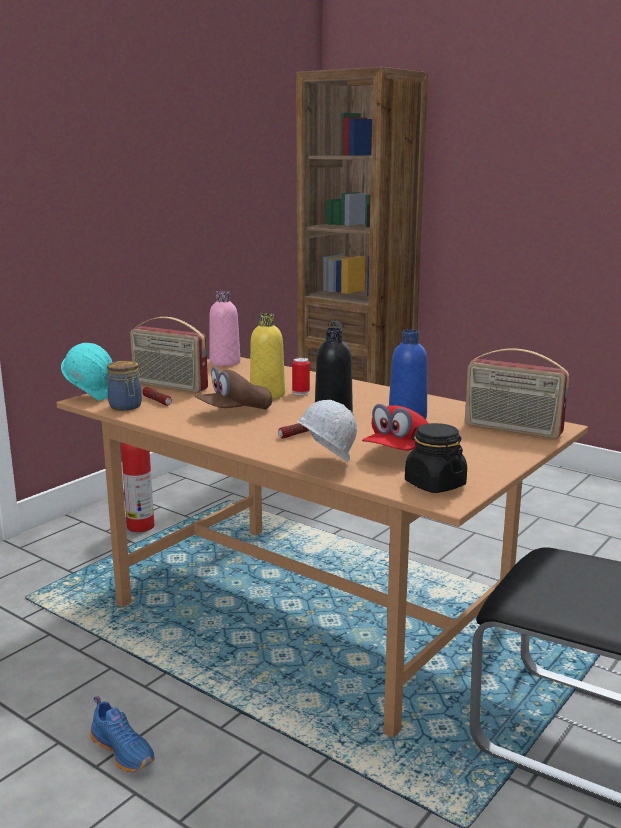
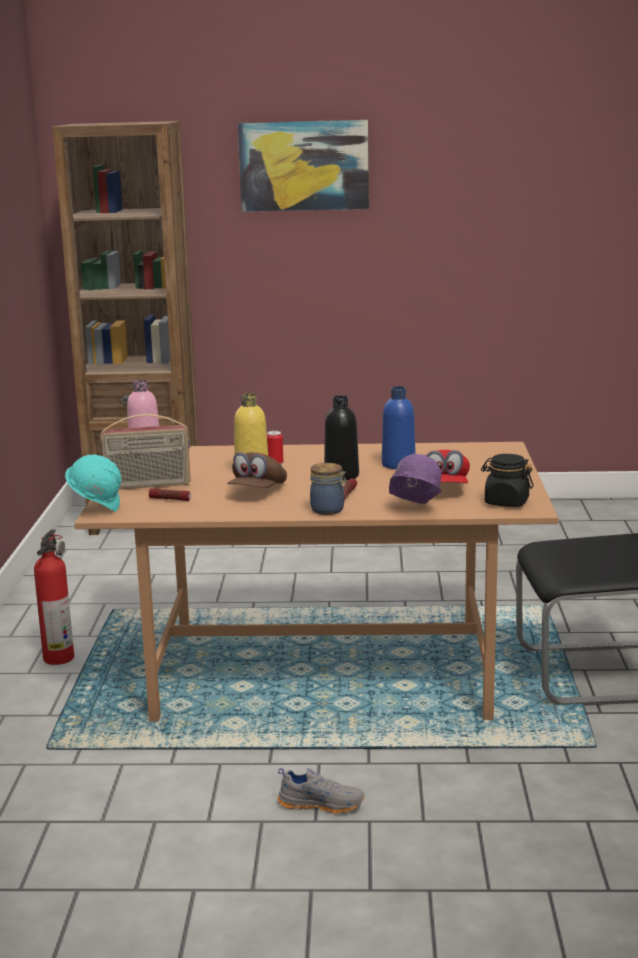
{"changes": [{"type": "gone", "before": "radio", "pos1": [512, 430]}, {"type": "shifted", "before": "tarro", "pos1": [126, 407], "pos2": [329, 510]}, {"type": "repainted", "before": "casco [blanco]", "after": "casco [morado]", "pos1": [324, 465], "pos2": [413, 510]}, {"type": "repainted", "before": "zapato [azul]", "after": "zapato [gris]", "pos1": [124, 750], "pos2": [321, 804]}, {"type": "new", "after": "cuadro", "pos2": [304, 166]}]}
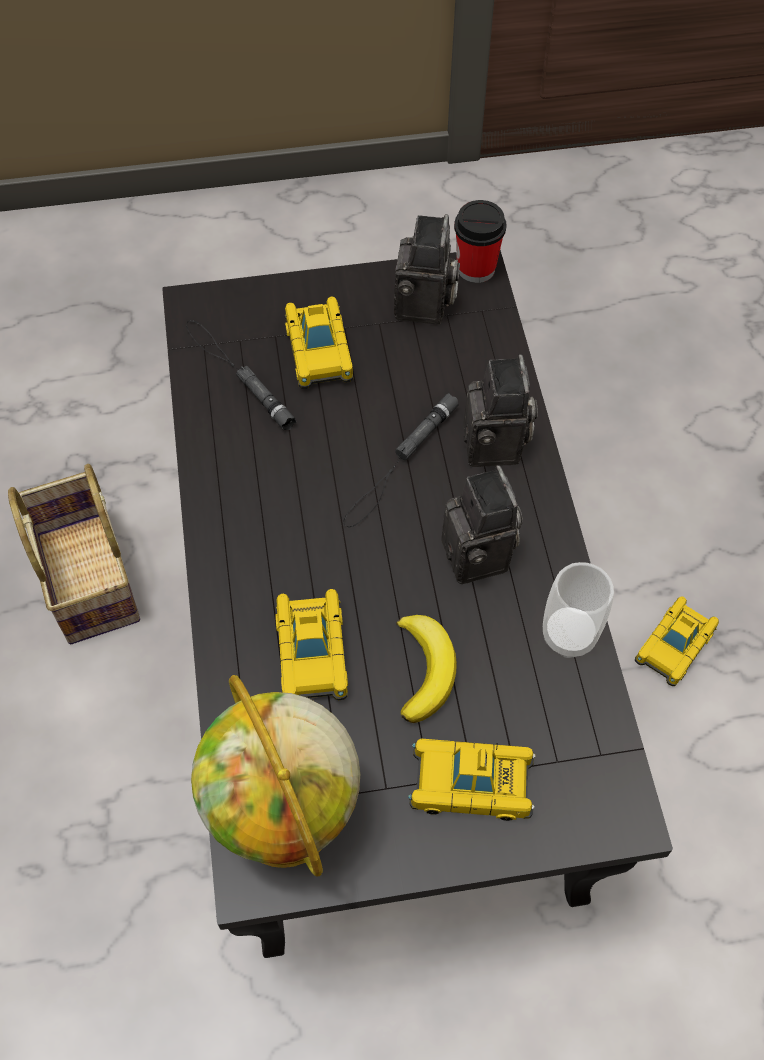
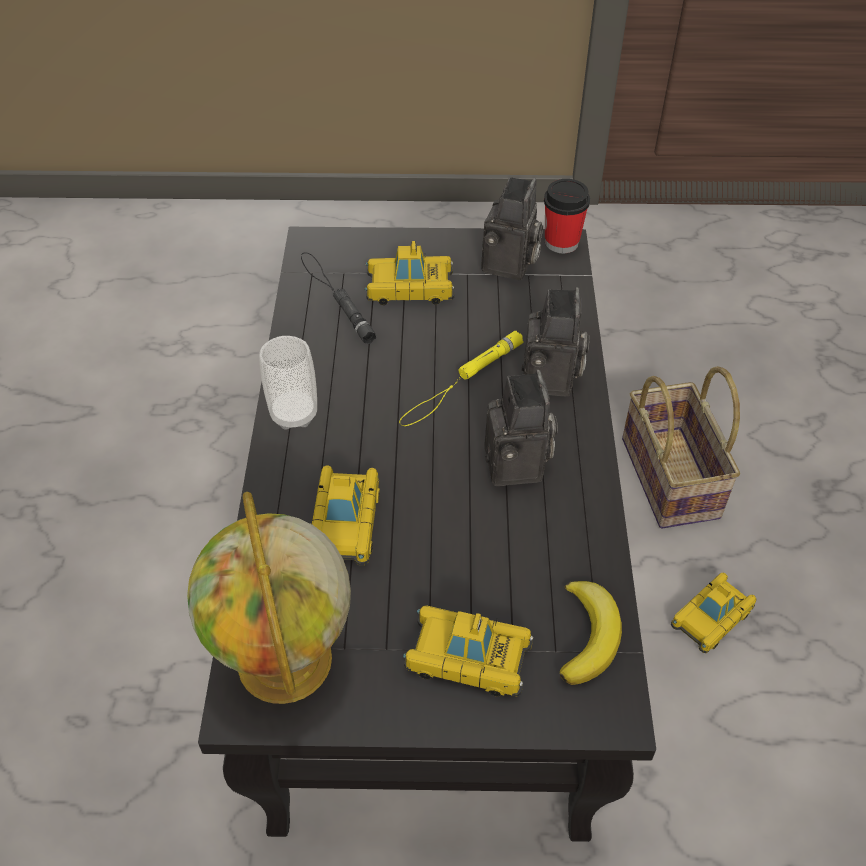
{"changes": [{"type": "rotated", "before": "coche de juguete", "pos1": [319, 351], "pos2": [409, 288], "turn": 90}, {"type": "repainted", "before": "linterna [negro]", "after": "linterna [amarillo]", "pos1": [400, 464], "pos2": [461, 382]}, {"type": "shifted", "before": "cesta", "pos1": [92, 580], "pos2": [673, 479]}, {"type": "shifted", "before": "taza", "pos1": [569, 635], "pos2": [294, 414]}, {"type": "shifted", "before": "plátano", "pos1": [425, 669], "pos2": [588, 635]}]}
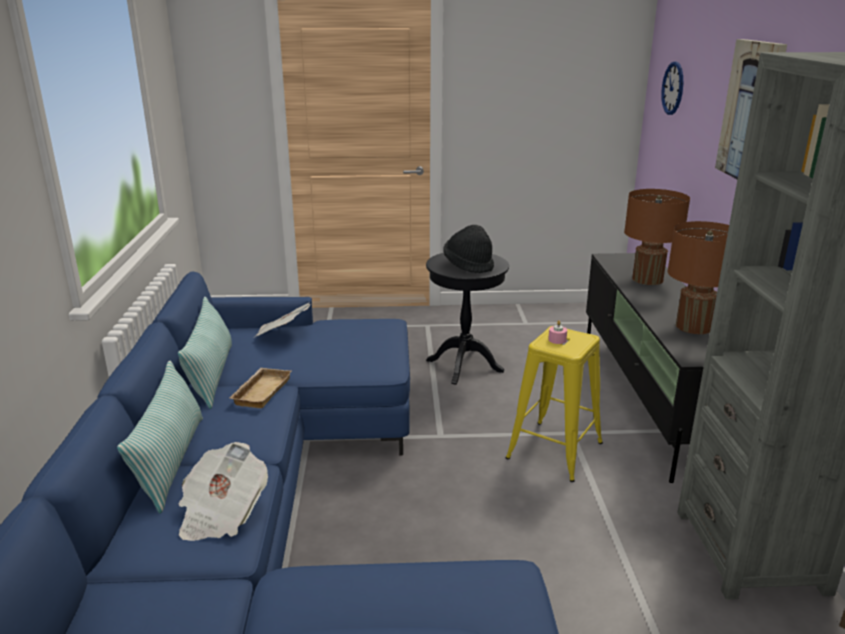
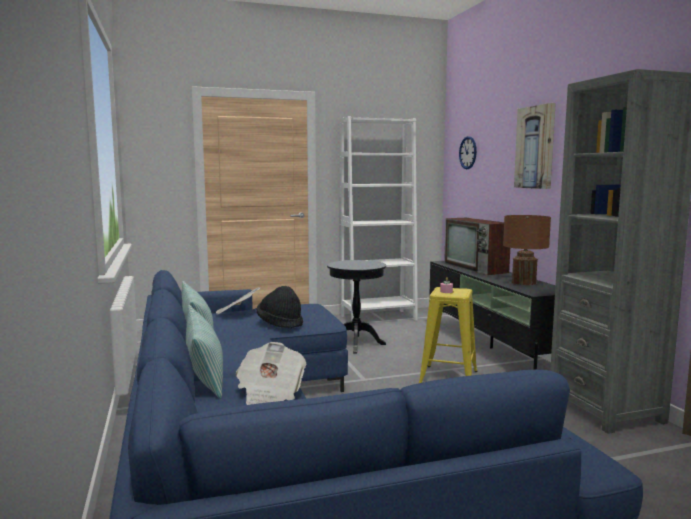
{"changes": [{"type": "swapped", "before": "lámpara de mesa [marrón]", "after": "televisor", "pos1": [647, 279], "pos2": [476, 268]}, {"type": "shifted", "before": "sombrero [negro]", "pos1": [468, 265], "pos2": [280, 323]}, {"type": "gone", "before": "bandeja [beis]", "pos1": [260, 391]}, {"type": "new", "after": "estantería [blanco]", "pos2": [378, 318]}]}
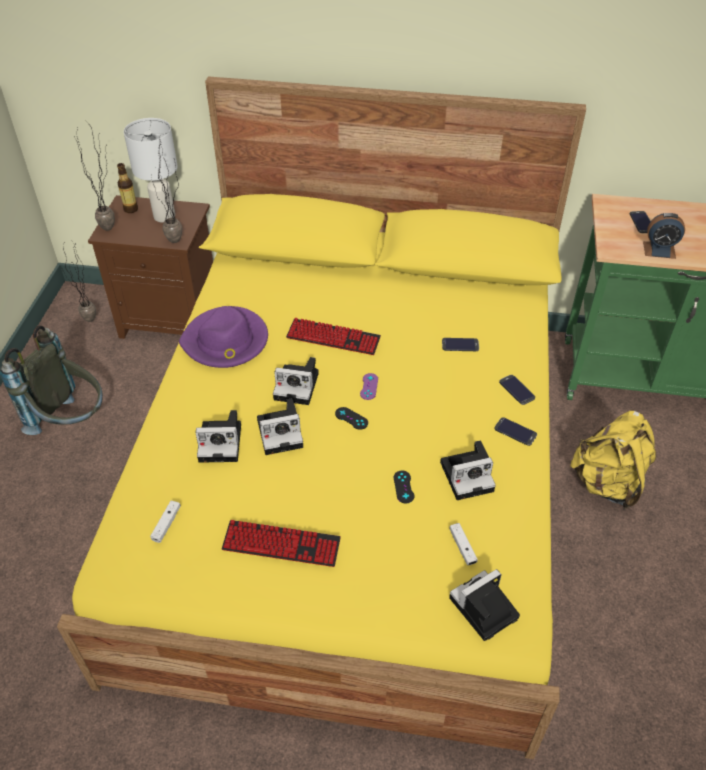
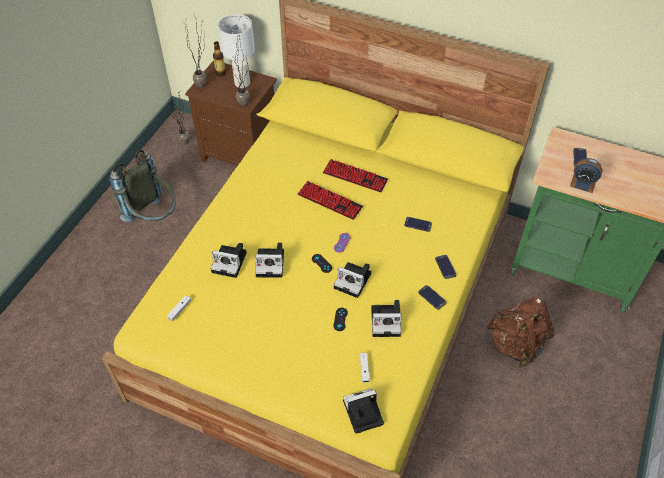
{"changes": [{"type": "gone", "before": "sombrero [morado]", "pos1": [226, 341]}, {"type": "shifted", "before": "cámara", "pos1": [298, 386], "pos2": [354, 281]}, {"type": "repainted", "before": "mochila [amarillo]", "after": "mochila [marrón]", "pos1": [607, 483], "pos2": [515, 344]}, {"type": "shifted", "before": "teclado", "pos1": [281, 544], "pos2": [355, 176]}]}
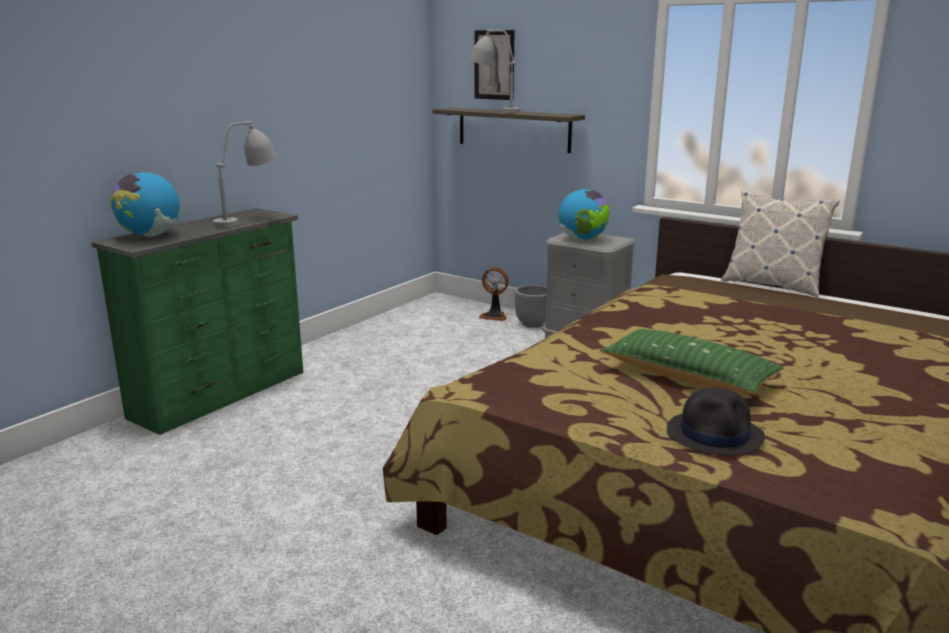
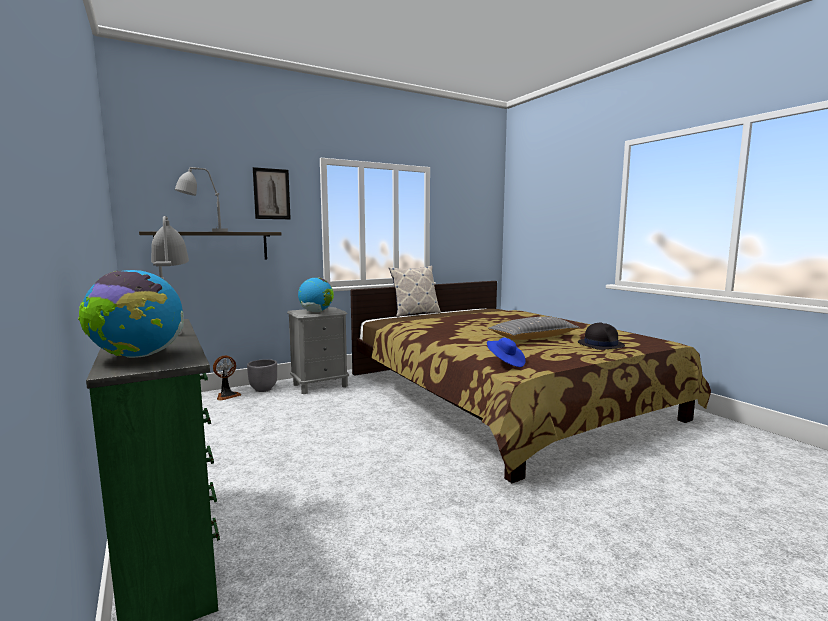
{"changes": [{"type": "shifted", "before": "cuadro", "pos1": [494, 65], "pos2": [271, 194]}, {"type": "repainted", "before": "cojín [verde]", "after": "cojín [gris]", "pos1": [687, 377], "pos2": [533, 337]}, {"type": "new", "after": "sombrero [azul]", "pos2": [505, 362]}]}
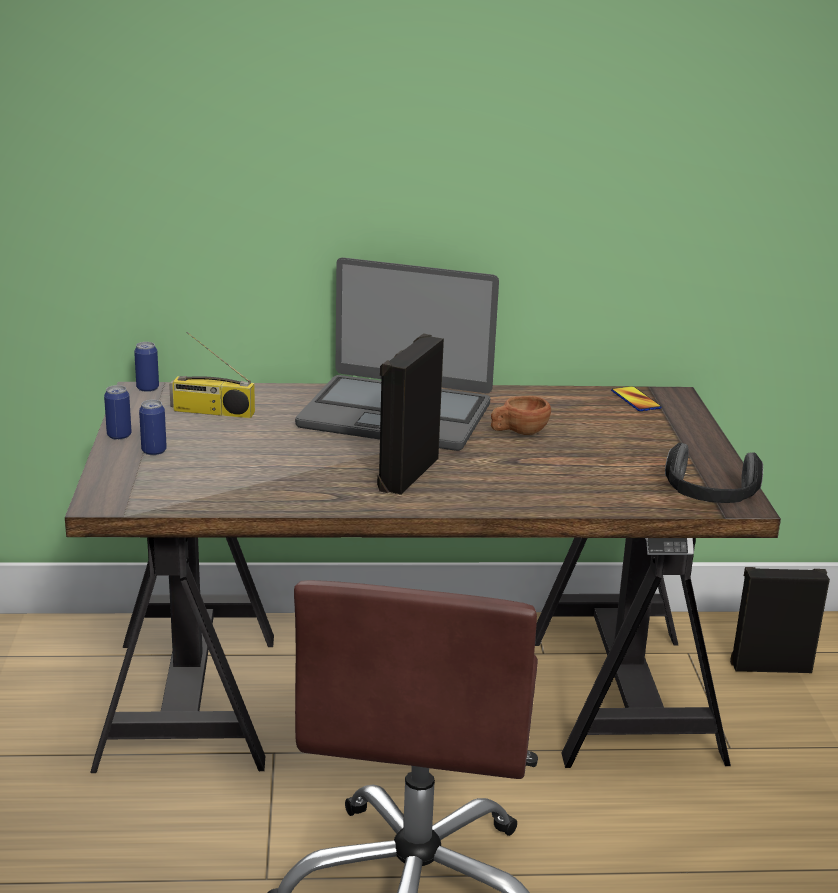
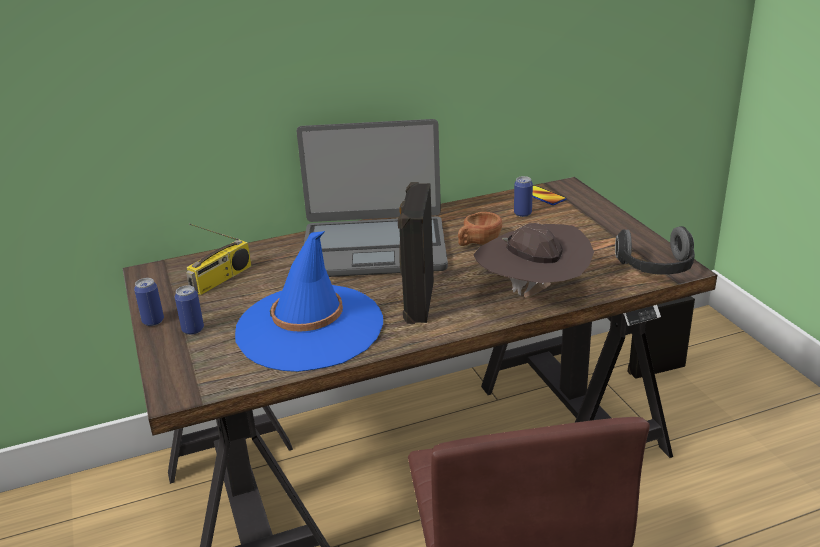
{"changes": [{"type": "rotated", "before": "radio", "pos1": [211, 412], "pos2": [221, 279], "turn": -45}, {"type": "shifted", "before": "lata", "pos1": [147, 388], "pos2": [522, 213]}, {"type": "new", "after": "sombrero [marrón]", "pos2": [532, 294]}, {"type": "new", "after": "sombrero [azul]", "pos2": [309, 328]}]}
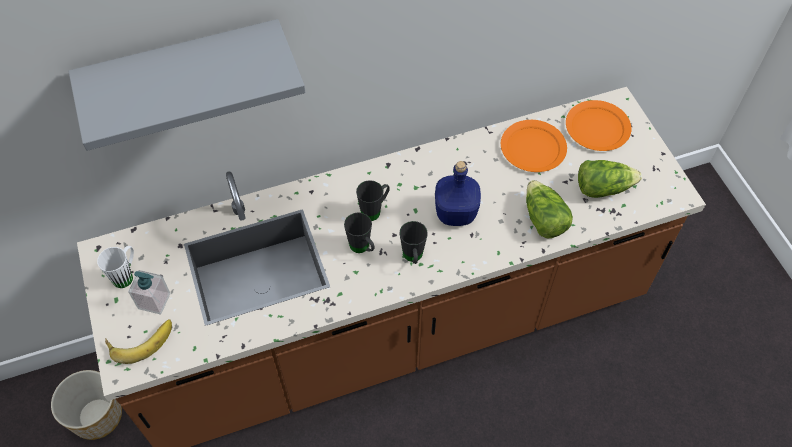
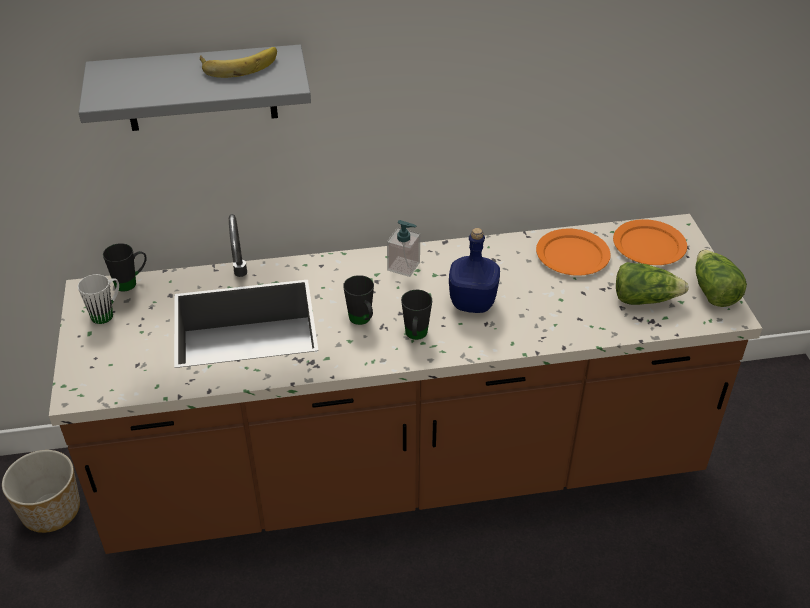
{"changes": [{"type": "shifted", "before": "taza grande [negro]", "pos1": [375, 210], "pos2": [131, 282]}, {"type": "shifted", "before": "lechuga", "pos1": [543, 219], "pos2": [713, 291]}, {"type": "shifted", "before": "dispensador de jabón", "pos1": [154, 301], "pos2": [404, 266]}, {"type": "shifted", "before": "plátano", "pos1": [140, 339], "pos2": [239, 64]}]}
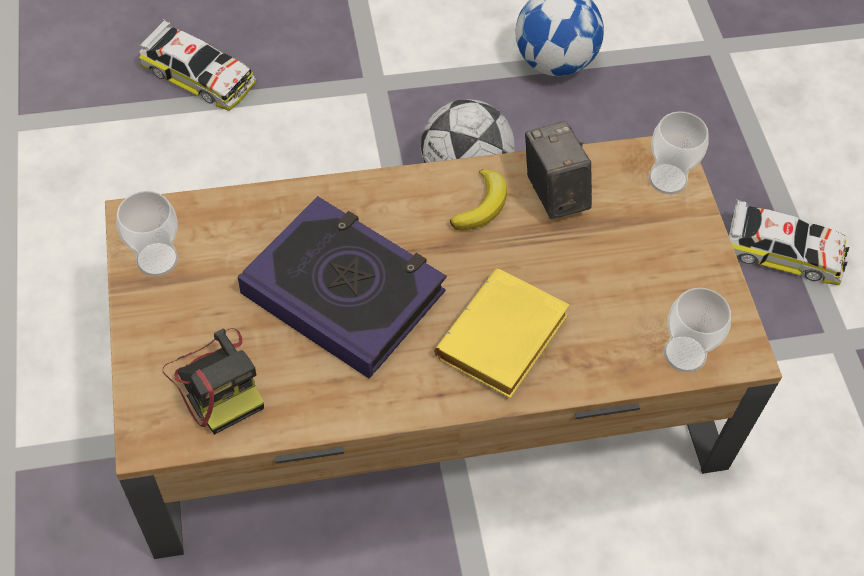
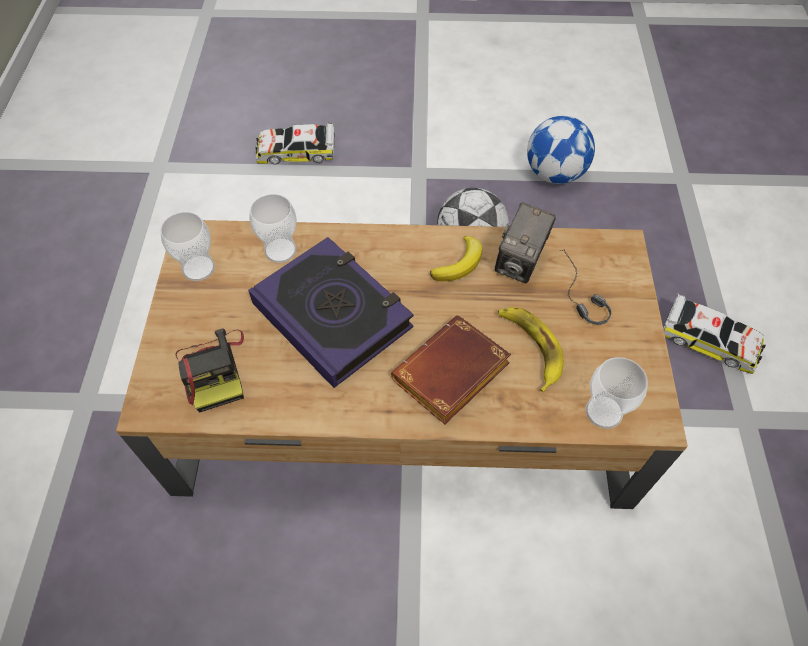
{"changes": [{"type": "rotated", "before": "coche de juguete", "pos1": [199, 76], "pos2": [296, 151], "turn": 135}, {"type": "shifted", "before": "taza", "pos1": [667, 179], "pos2": [280, 250]}, {"type": "rotated", "before": "cámara", "pos1": [553, 193], "pos2": [520, 262], "turn": -150}, {"type": "repainted", "before": "libro [amarillo]", "after": "libro [marrón]", "pos1": [503, 343], "pos2": [450, 377]}, {"type": "new", "after": "auriculares", "pos2": [576, 295]}, {"type": "new", "after": "plátano", "pos2": [530, 347]}]}
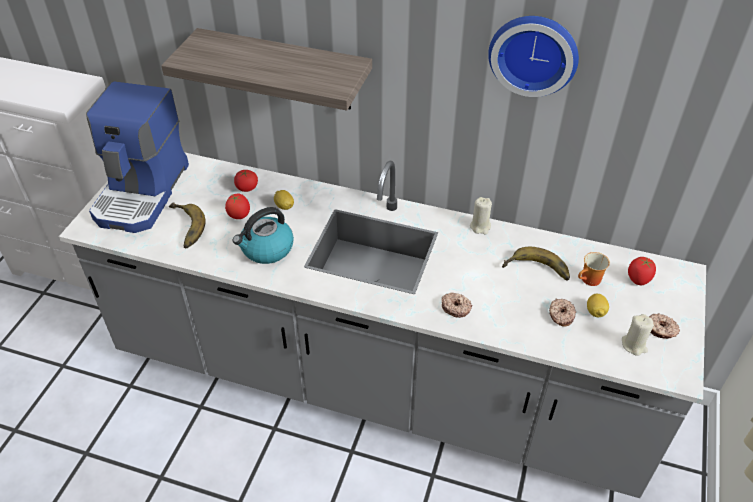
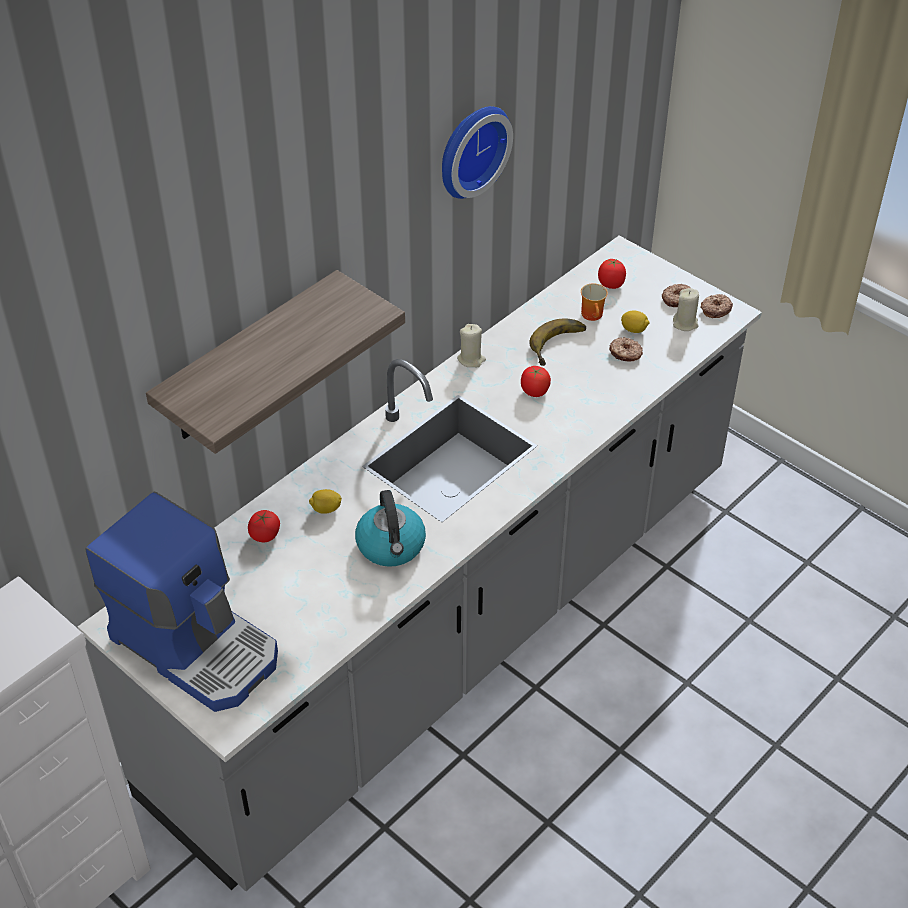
{"changes": [{"type": "shifted", "before": "tomate", "pos1": [239, 215], "pos2": [534, 392]}, {"type": "gone", "before": "plátano", "pos1": [183, 228]}, {"type": "shifted", "before": "rosquilla", "pos1": [456, 307], "pos2": [715, 309]}]}
